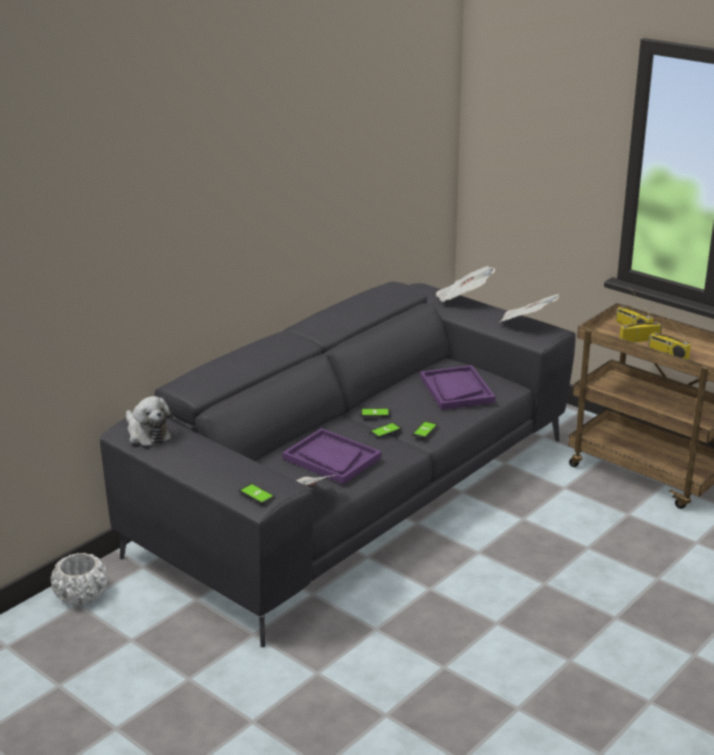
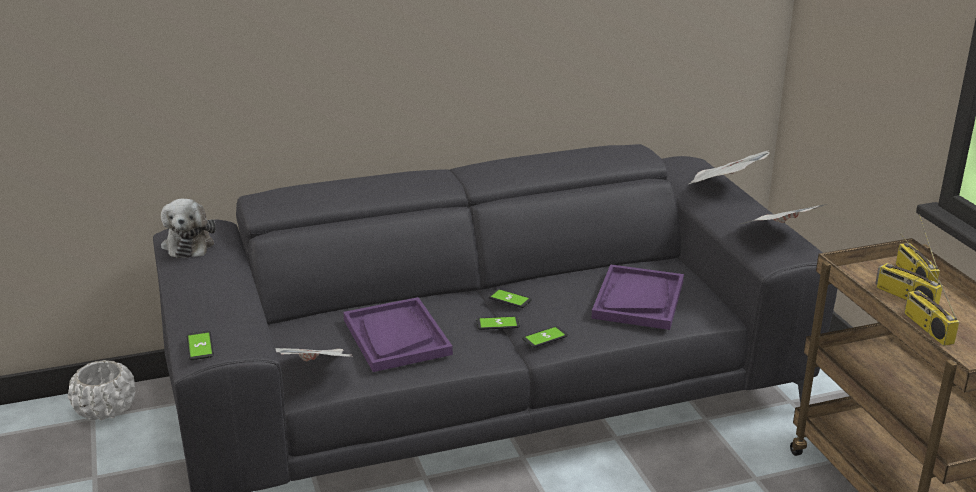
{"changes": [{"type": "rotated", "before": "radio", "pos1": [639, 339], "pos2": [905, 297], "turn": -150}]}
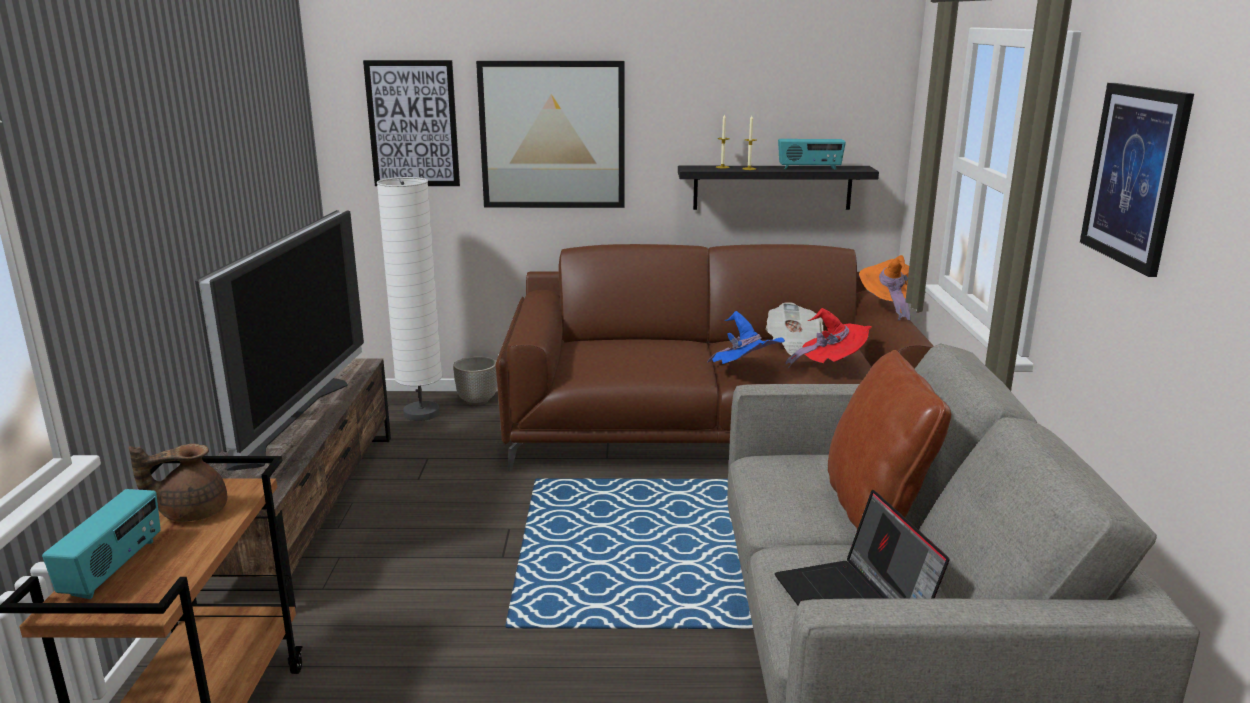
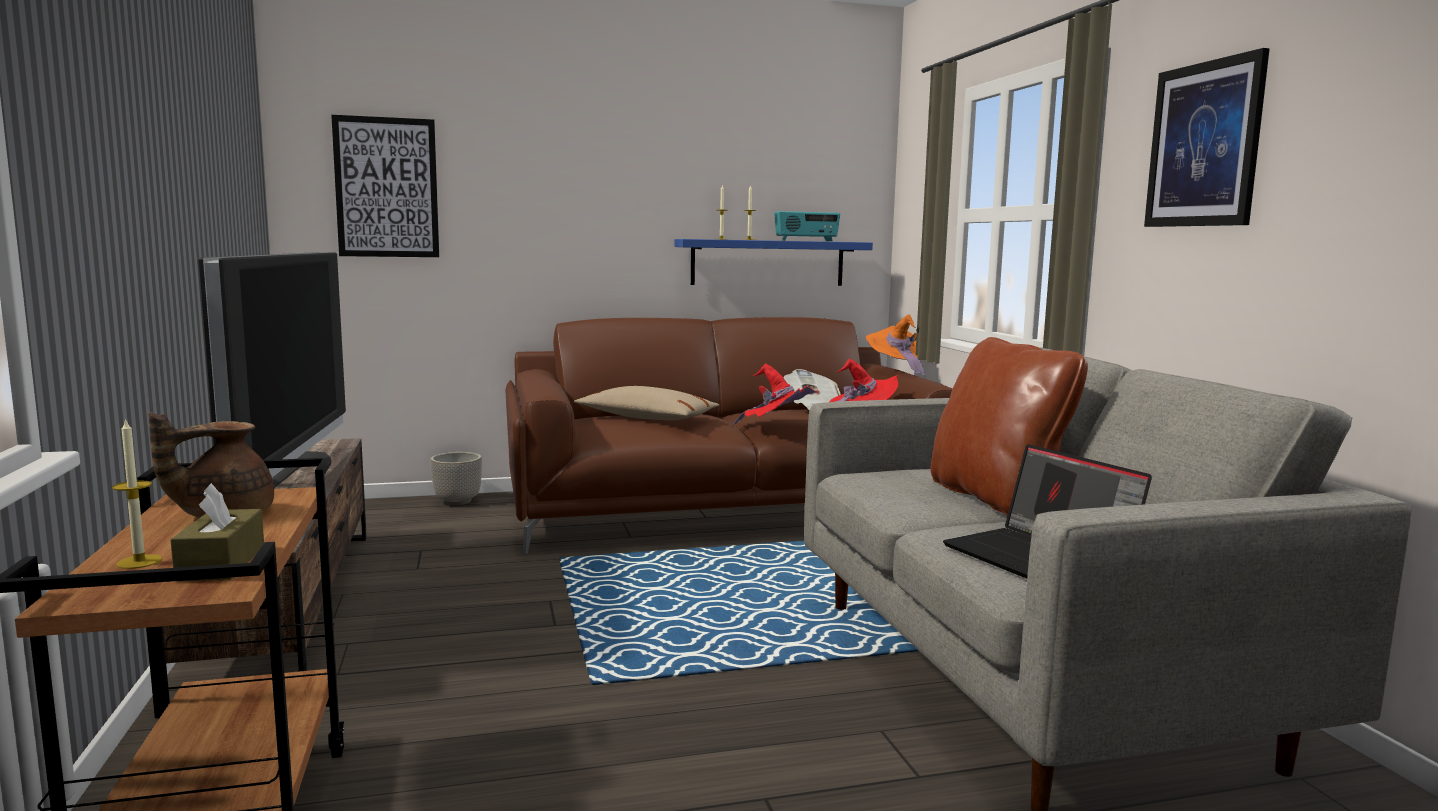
{"changes": [{"type": "gone", "before": "cuadro", "pos1": [552, 135]}, {"type": "repainted", "before": "estante [negro]", "after": "estante [azul]", "pos1": [772, 187], "pos2": [768, 263]}, {"type": "gone", "before": "lámpara de pie [blanco]", "pos1": [421, 414]}, {"type": "repainted", "before": "sombrero [azul]", "after": "sombrero [rojo]", "pos1": [745, 372], "pos2": [777, 428]}, {"type": "swapped", "before": "radio", "after": "vela", "pos1": [114, 568], "pos2": [139, 562]}, {"type": "new", "after": "cojín [beis]", "pos2": [646, 418]}, {"type": "new", "after": "caja de pañuelos [marrón]", "pos2": [221, 563]}]}
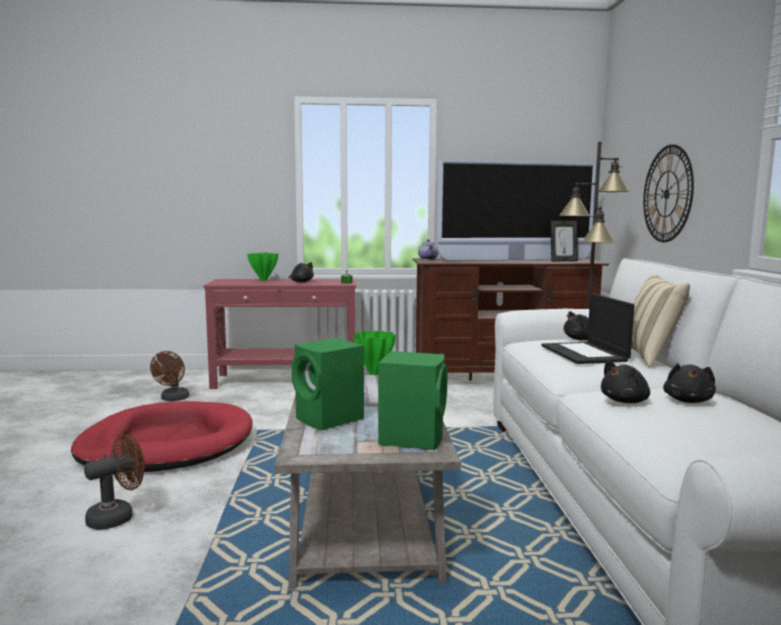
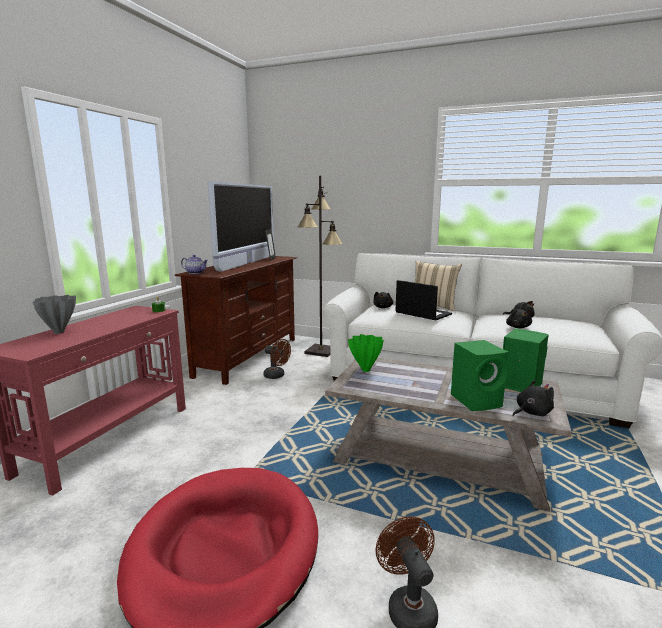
{"changes": [{"type": "gone", "before": "reloj de pared", "pos1": [667, 194]}, {"type": "repainted", "before": "florero [verde]", "after": "florero [gris]", "pos1": [263, 280], "pos2": [59, 332]}, {"type": "shifted", "before": "peluche [negro]", "pos1": [301, 282], "pos2": [531, 412]}, {"type": "rotated", "before": "portátil", "pos1": [585, 353], "pos2": [422, 313], "turn": -150}, {"type": "shifted", "before": "ventilador [marrón]", "pos1": [173, 399], "pos2": [277, 376]}]}
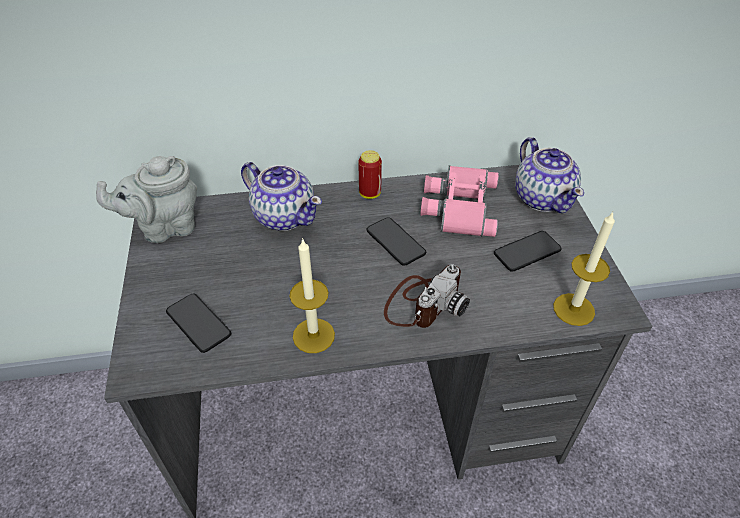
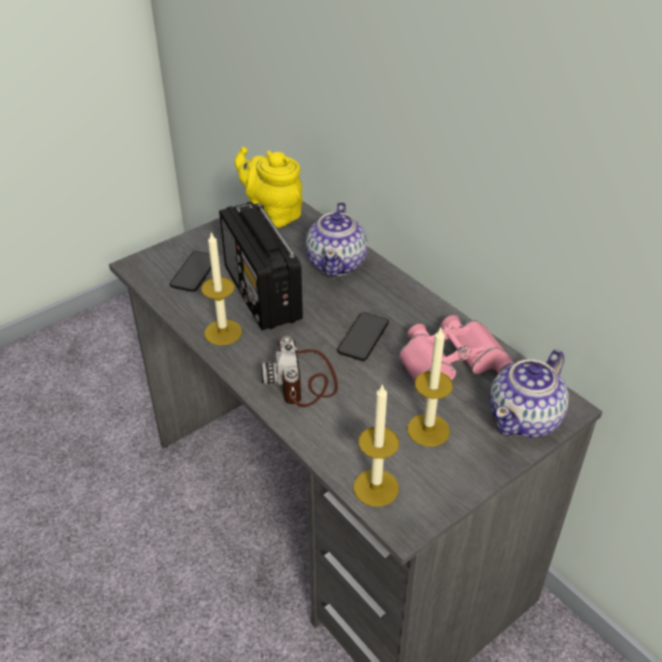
{"changes": [{"type": "gone", "before": "lata", "pos1": [370, 194]}, {"type": "repainted", "before": "tetera [gris]", "after": "tetera [amarillo]", "pos1": [165, 227], "pos2": [272, 214]}, {"type": "swapped", "before": "móvil", "after": "vela", "pos1": [527, 252], "pos2": [428, 430]}, {"type": "rotated", "before": "cámara", "pos1": [423, 303], "pos2": [303, 380], "turn": 75}, {"type": "new", "after": "radio", "pos2": [262, 294]}]}
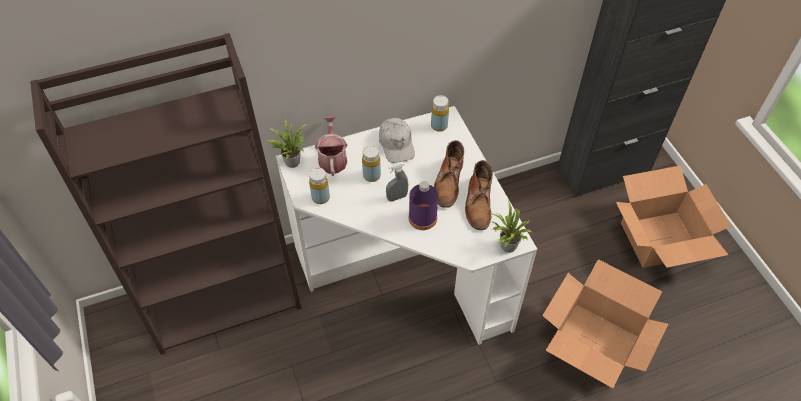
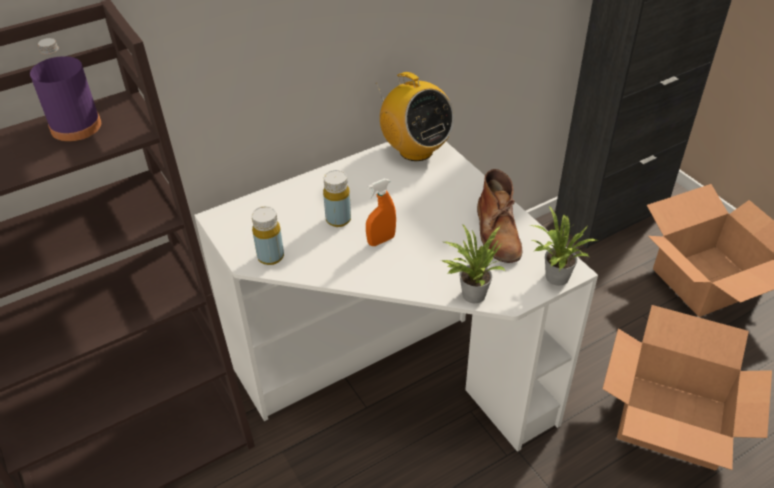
{"changes": [{"type": "swapped", "before": "botella [amarillo]", "after": "radio", "pos1": [439, 126], "pos2": [415, 150]}, {"type": "gone", "before": "regadera", "pos1": [332, 159]}, {"type": "gone", "before": "gorra [blanco]", "pos1": [396, 144]}, {"type": "shifted", "before": "planta en maceta", "pos1": [291, 161], "pos2": [470, 293]}, {"type": "gone", "before": "bota [marrón]", "pos1": [448, 182]}, {"type": "repainted", "before": "pulverizador [gris]", "after": "pulverizador [naranja]", "pos1": [397, 197], "pos2": [381, 240]}, {"type": "shifted", "before": "botella [morado]", "pos1": [422, 218], "pos2": [76, 127]}]}
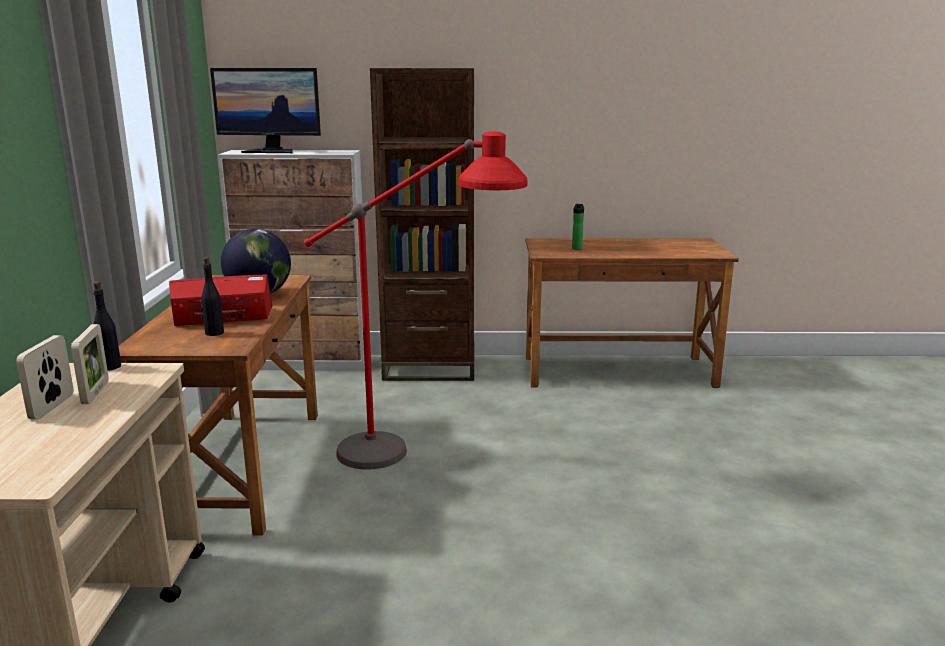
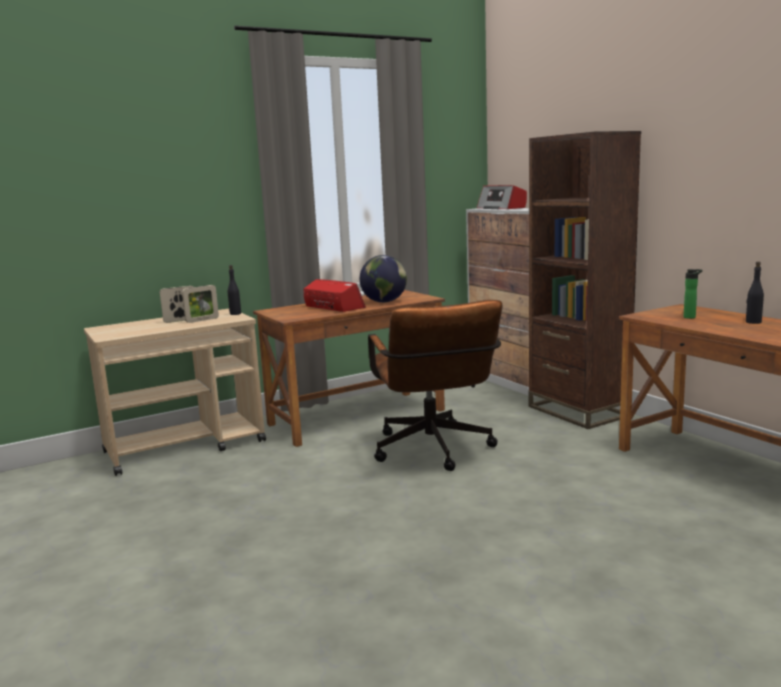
{"changes": [{"type": "swapped", "before": "monitor", "after": "radio", "pos1": [271, 151], "pos2": [501, 208]}, {"type": "swapped", "before": "lámpara de pie [rojo]", "after": "silla de oficina [marrón]", "pos1": [418, 459], "pos2": [434, 452]}, {"type": "shifted", "before": "botella [negro]", "pos1": [214, 333], "pos2": [753, 322]}]}
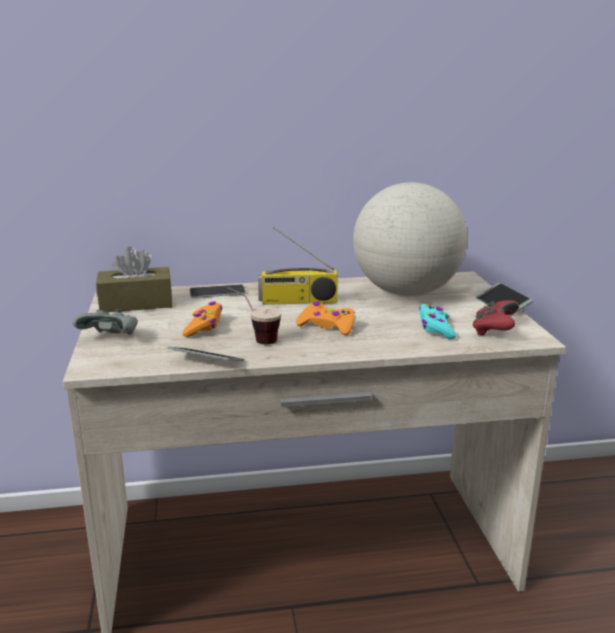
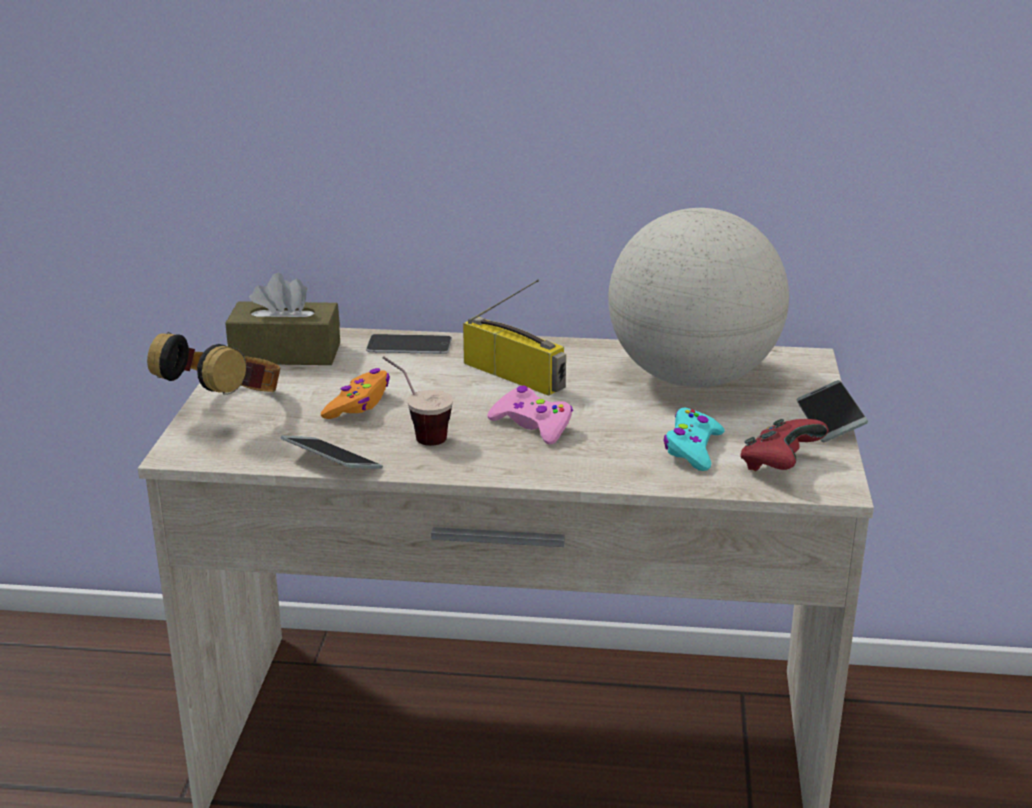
{"changes": [{"type": "rotated", "before": "radio", "pos1": [297, 301], "pos2": [516, 376], "turn": -150}, {"type": "repainted", "before": "mando de consola [naranja]", "after": "mando de consola [rosa]", "pos1": [327, 326], "pos2": [532, 425]}, {"type": "swapped", "before": "mando de consola [gris]", "after": "auriculares", "pos1": [111, 337], "pos2": [226, 407]}]}
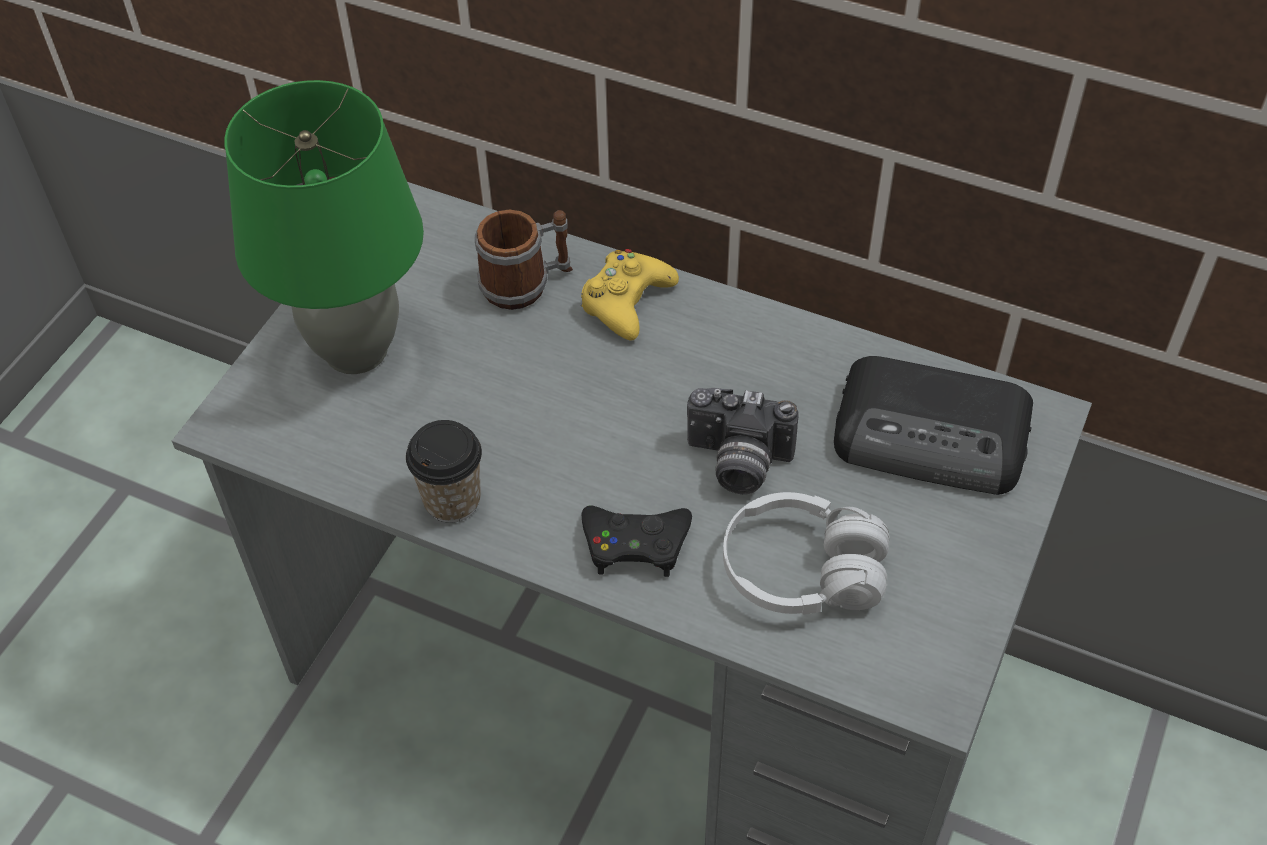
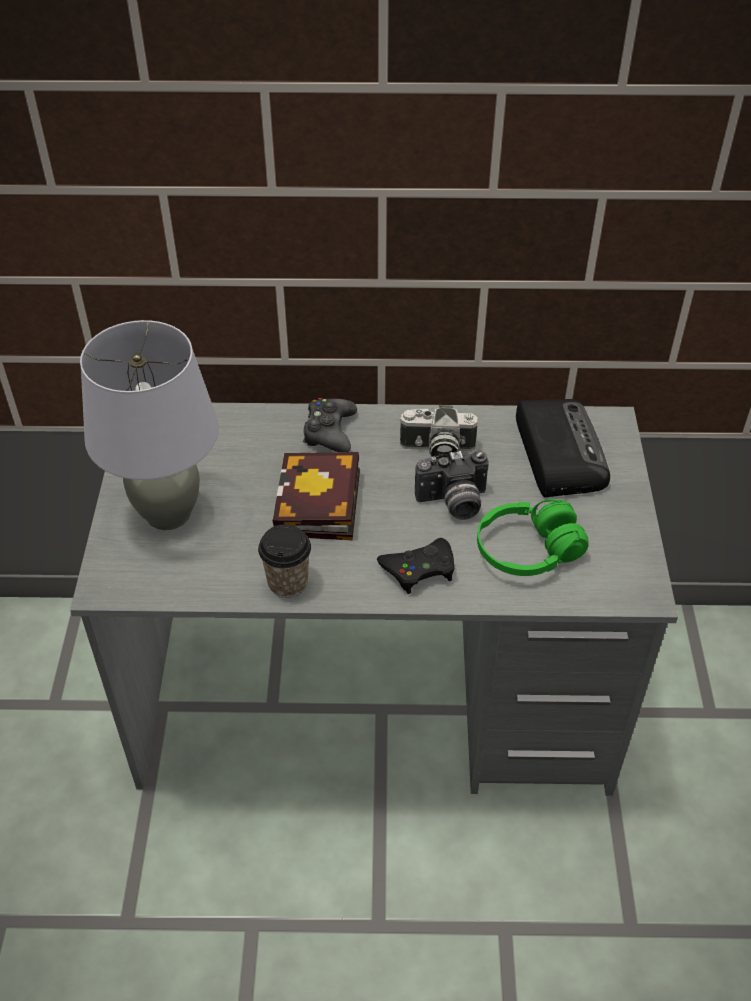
{"changes": [{"type": "repainted", "before": "lámpara de mesa [verde]", "after": "lámpara de mesa [gris]", "pos1": [356, 350], "pos2": [168, 513]}, {"type": "gone", "before": "taza grande", "pos1": [526, 284]}, {"type": "repainted", "before": "mando de consola [amarillo]", "after": "mando de consola [negro]", "pos1": [626, 302], "pos2": [329, 432]}, {"type": "rotated", "before": "radio", "pos1": [933, 436], "pos2": [558, 452], "turn": -90}, {"type": "repainted", "before": "auriculares [blanco]", "after": "auriculares [verde]", "pos1": [802, 571], "pos2": [528, 551]}, {"type": "new", "after": "cámara", "pos2": [436, 450]}, {"type": "new", "after": "libro", "pos2": [319, 507]}]}
